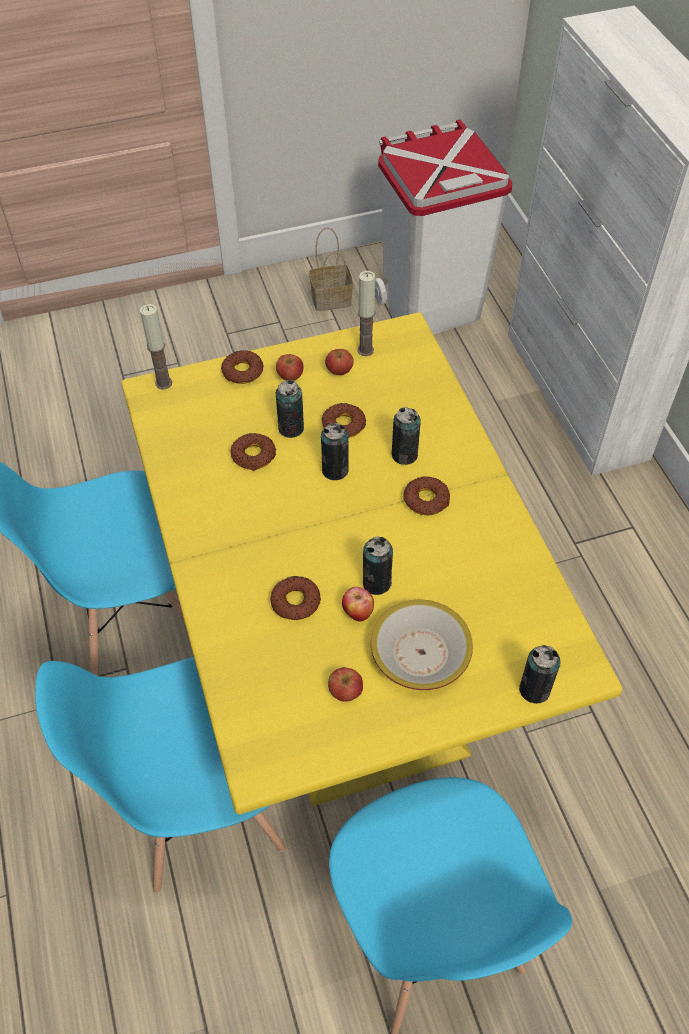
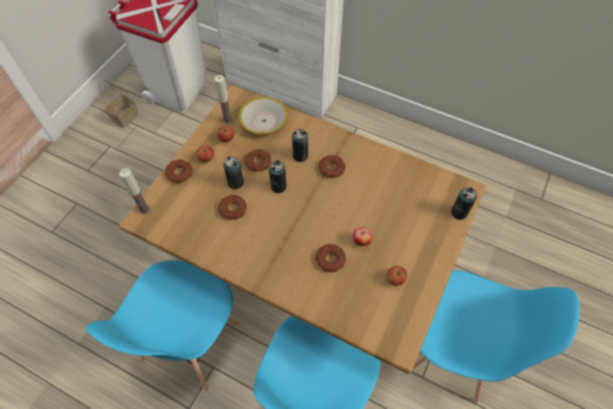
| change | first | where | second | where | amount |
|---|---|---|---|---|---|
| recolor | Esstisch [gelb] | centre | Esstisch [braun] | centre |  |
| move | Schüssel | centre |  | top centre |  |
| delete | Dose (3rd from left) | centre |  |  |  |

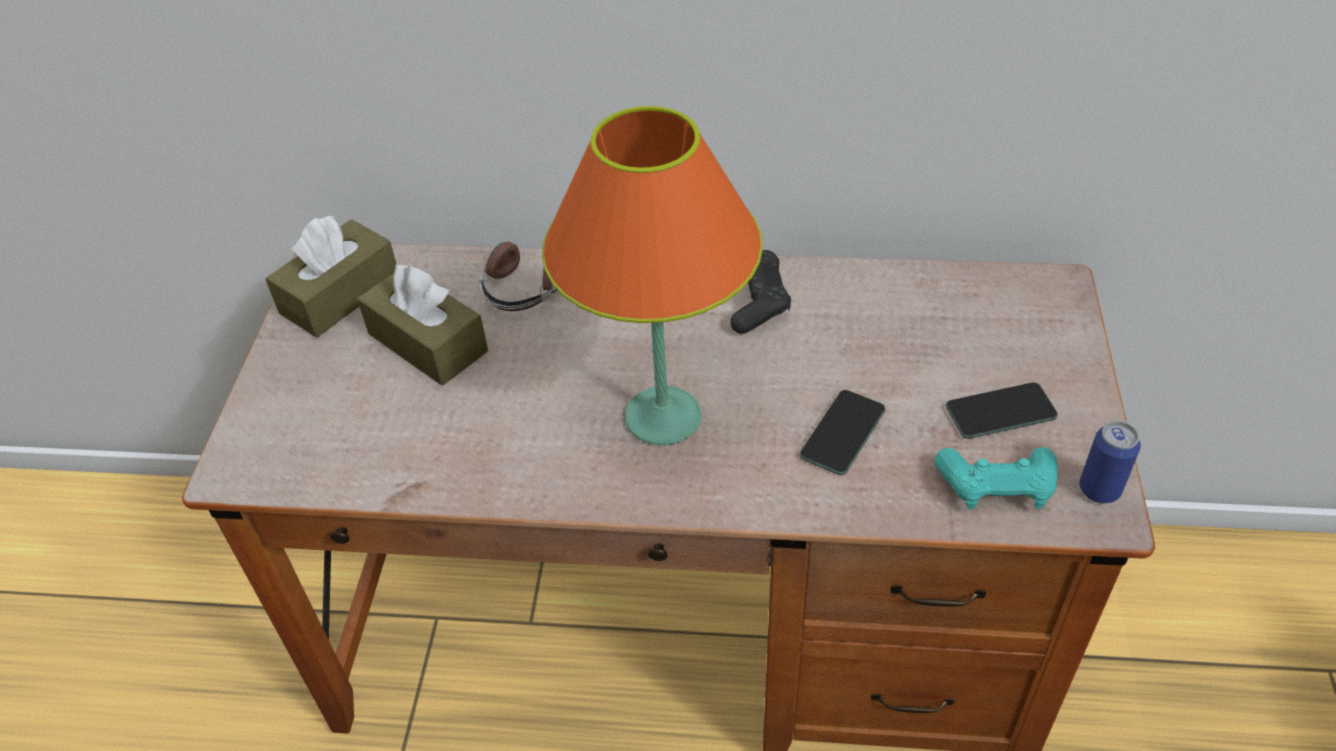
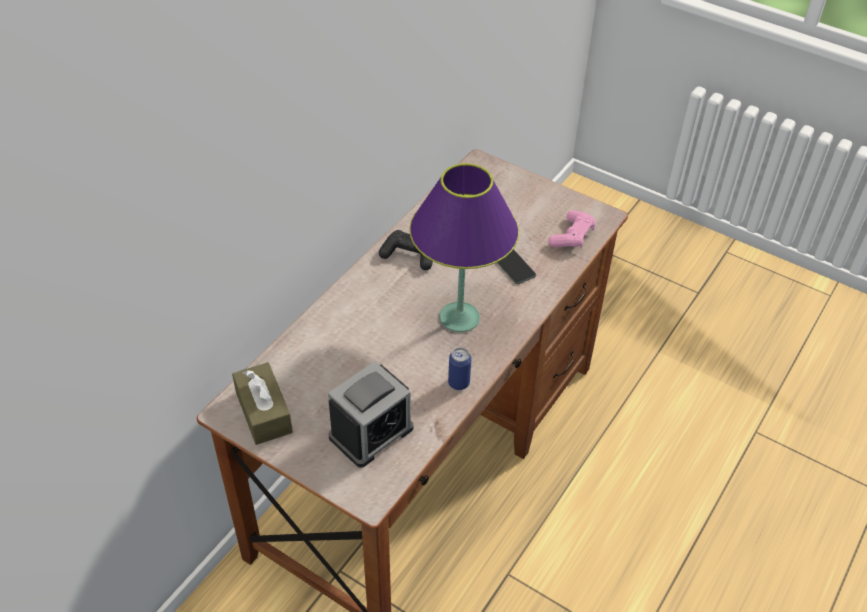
| change | first | where | second | where | amount |
|---|---|---|---|---|---|
| insert |  |  | Wecker | bottom centre |  |
| recolor | Tischlampe [orange] | centre | Tischlampe [lila] | centre |  |
| move | Dose | middle right |  | centre |  |
| recolor | Gamepad [türkis] | middle right | Gamepad [rosa] | centre |  |
| delete | Taschentuchbox [braun] (2nd from left) | middle left |  |  |  |
| delete | Kopfhörer | centre |  |  |  |
| delete | Handy (2nd from left) | middle right |  |  |  |

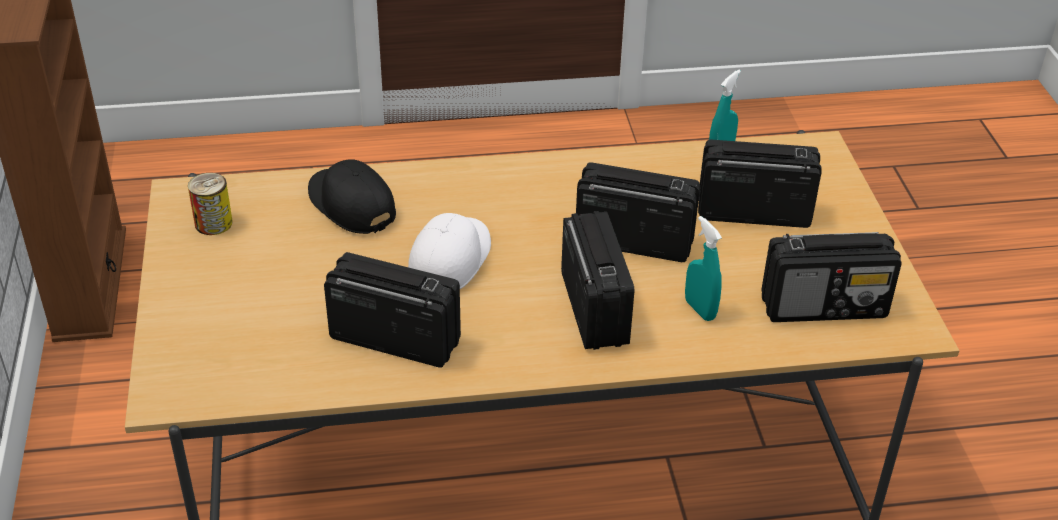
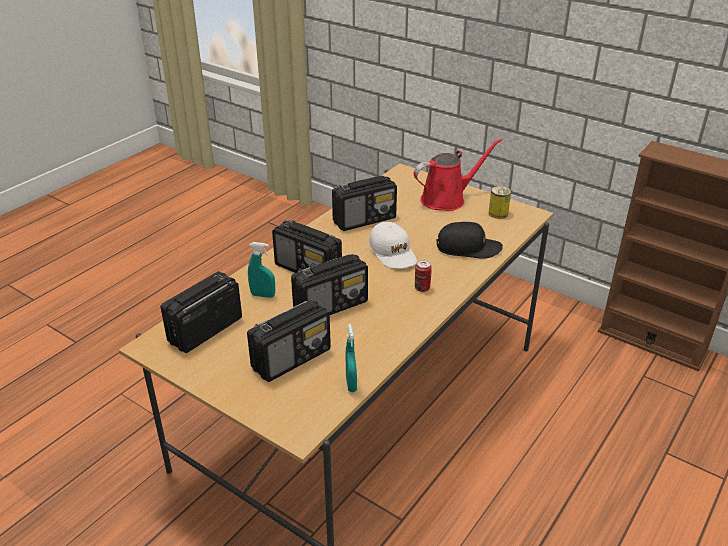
| change | first | where | second | where | amount |
|---|---|---|---|---|---|
| insert |  |  | Gießkanne [rot] | top centre |  |
| insert |  |  | Dose (1st from left) | centre |  |

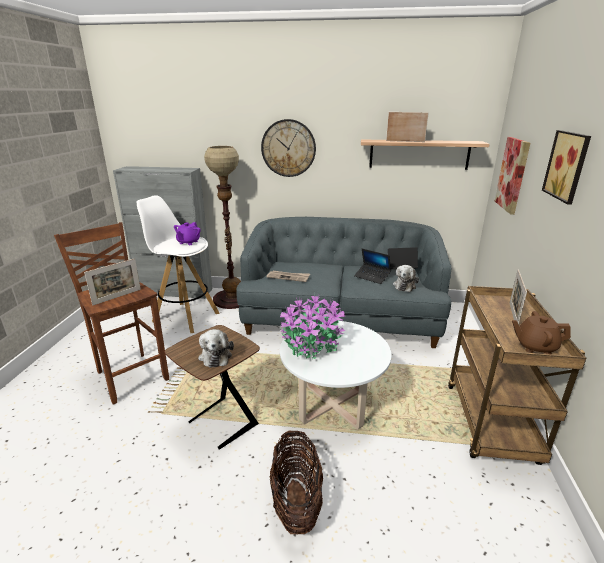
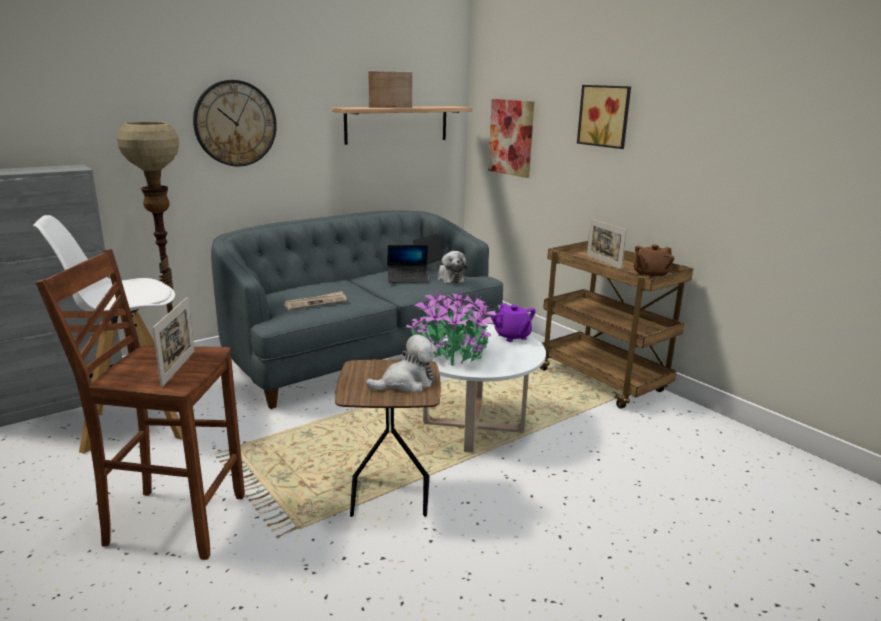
| change | first | where | second | where | amount |
|---|---|---|---|---|---|
| rotate | Plüschtier (1st from left) | centre |  | centre | 60 degrees counterclockwise |
| move | Teekanne [lila] | middle left |  | centre |  |
| delete | Korb | bottom centre |  |  |  |

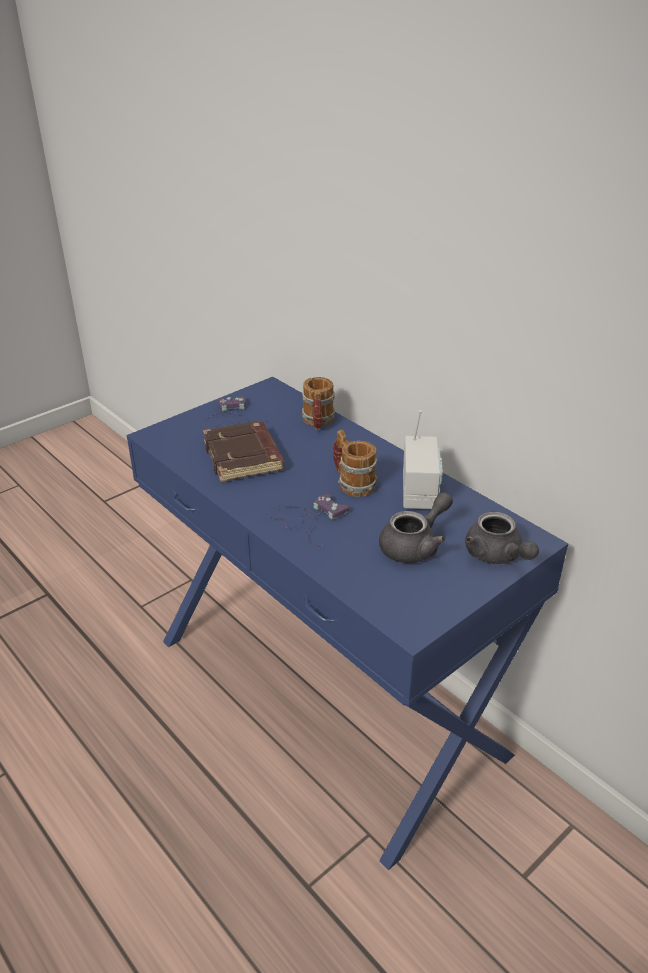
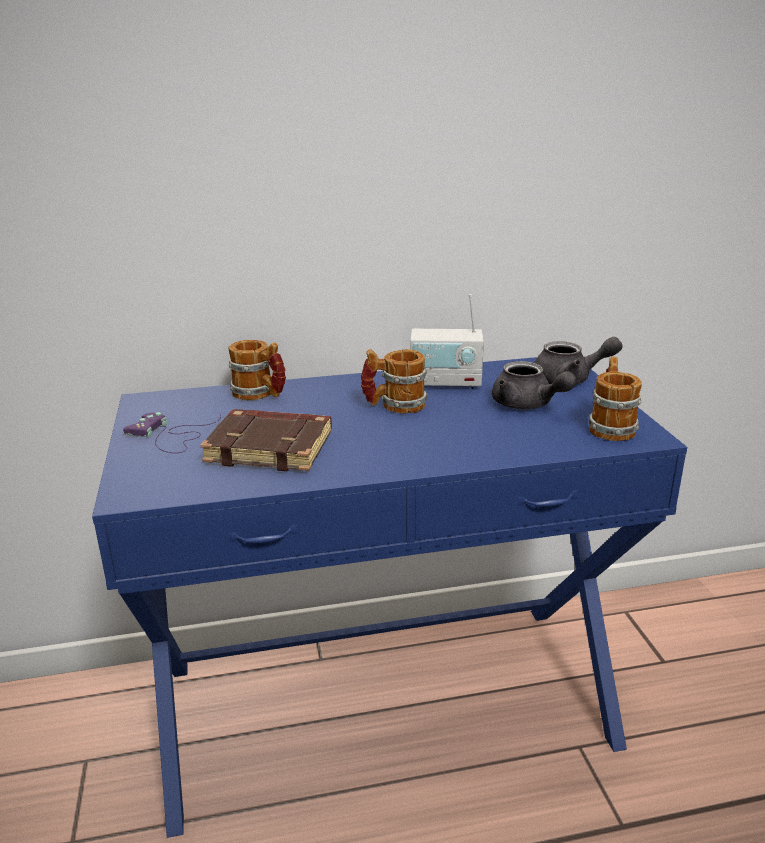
| change | first | where | second | where | amount |
|---|---|---|---|---|---|
| rotate | Radio | centre |  | centre | 150 degrees clockwise |
| rotate | Teekanne [grau] (1st from left) | centre |  | middle right | 150 degrees clockwise |
| insert |  |  | Henkelbecher (3rd from left) | middle right |  |
| delete | Gamepad [lila] (2nd from left) | centre |  |  |  |

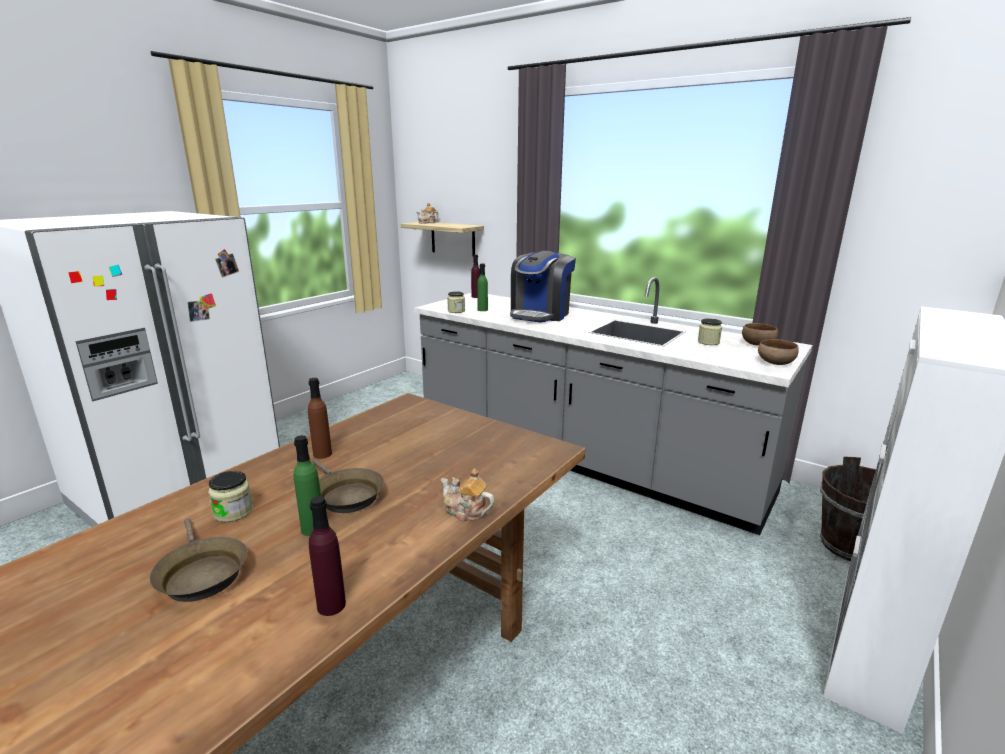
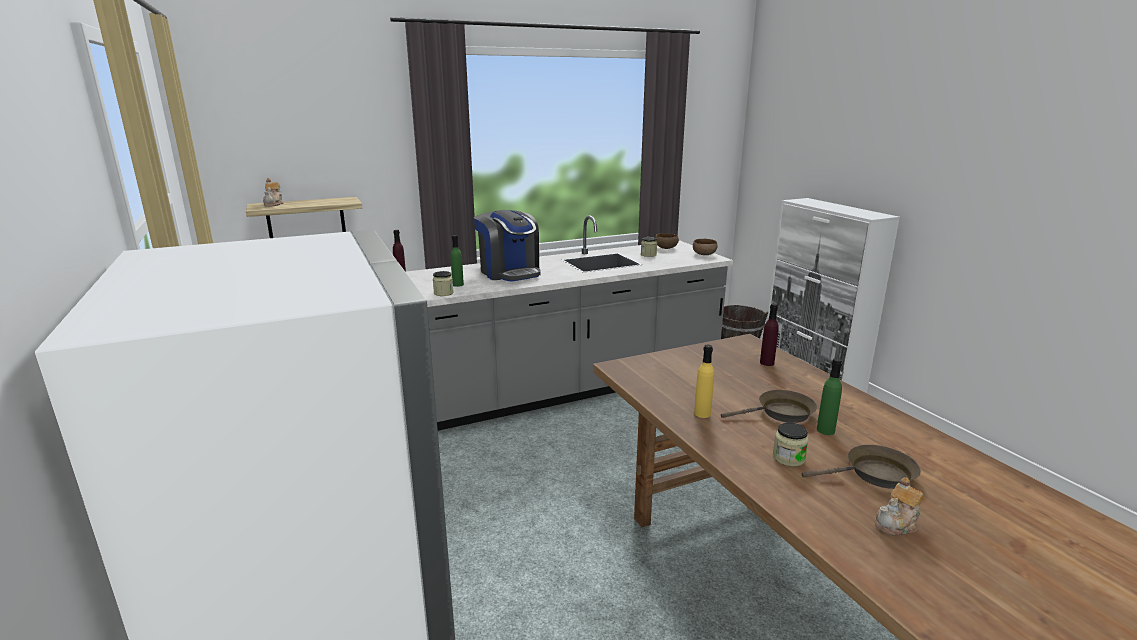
| change | first | where | second | where | amount |
|---|---|---|---|---|---|
| recolor | Flasche [braun] | middle left | Flasche [gelb] | centre |  |
| move | Flasche [lila] (1st from left in the first image) | bottom left | Flasche [lila] (2nd from left) | middle right |  |
| move | Teekanne (2nd from left) | centre |  | bottom right |  |

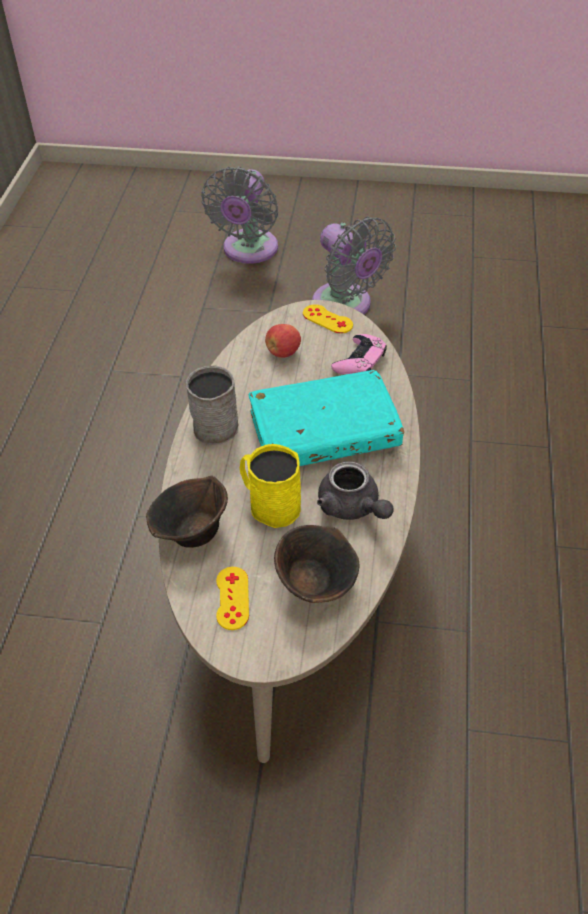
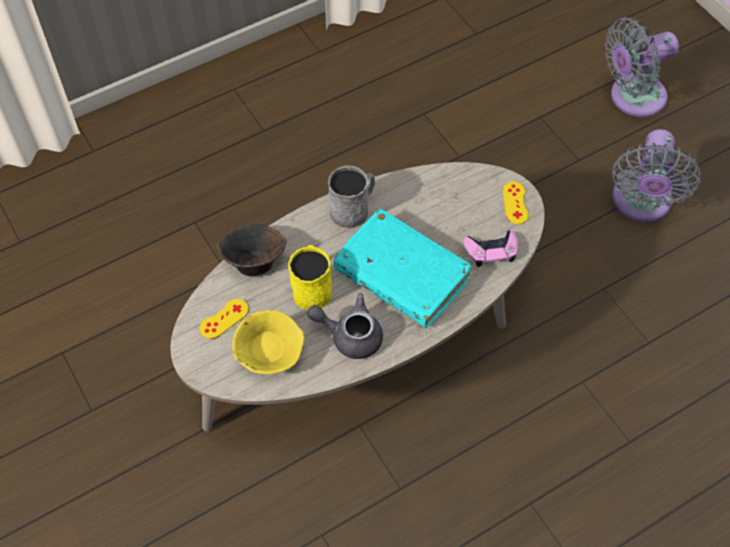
| change | first | where | second | where | amount |
|---|---|---|---|---|---|
| recolor | Schüssel [braun] (2nd from left) | centre | Schüssel [gelb] | centre |  |
| rotate | Teekanne [grau] | centre |  | centre | 90 degrees clockwise |
| delete | Apfel | centre |  |  |  |

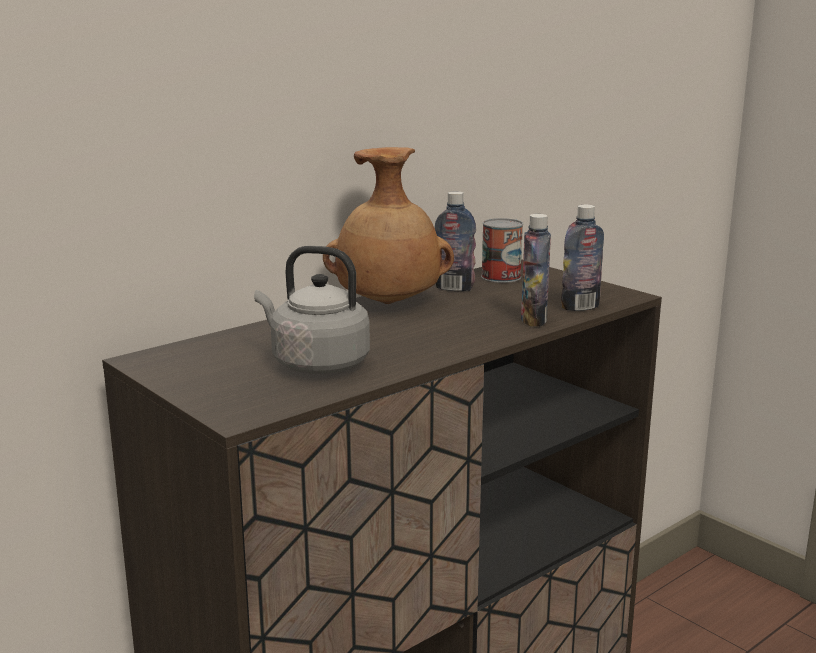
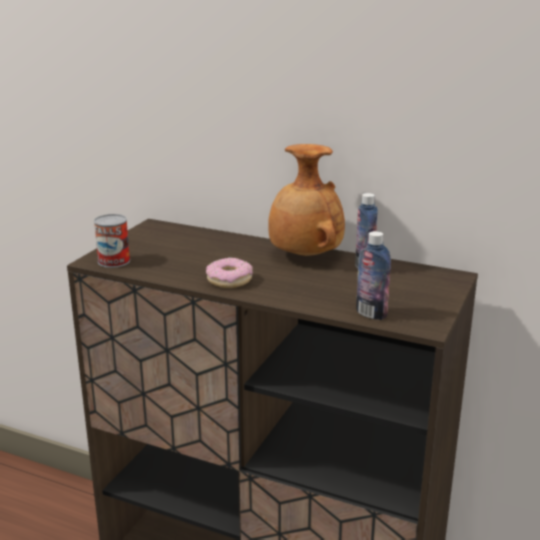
| change | first | where | second | where | amount |
|---|---|---|---|---|---|
| move | Dose | centre |  | middle left |  |
| insert |  |  | Donut | centre |  |
| delete | Wasserkessel [grau] | centre |  |  |  |
| delete | Flasche (2nd from left) | centre |  |  |  |

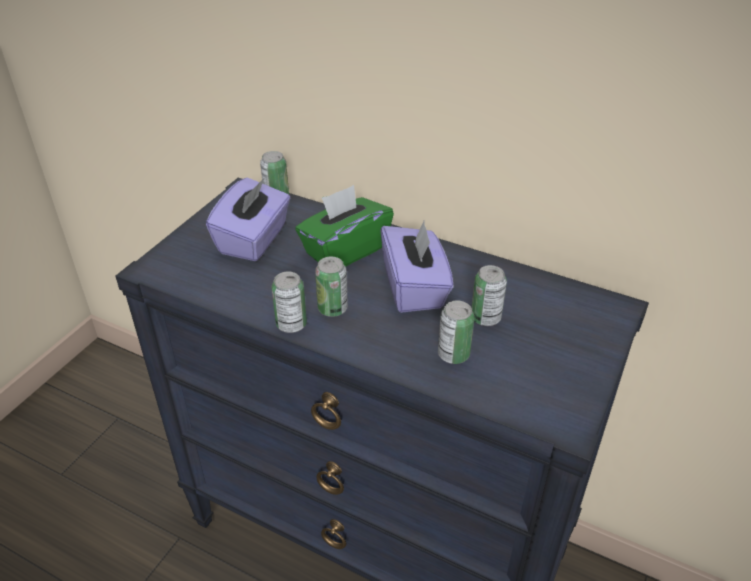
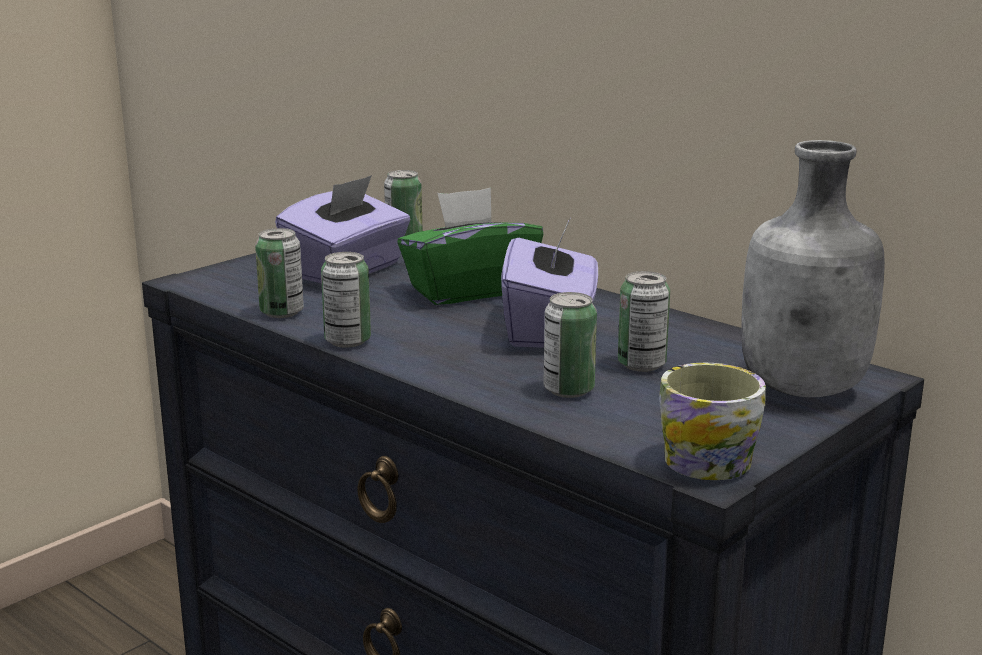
| change | first | where | second | where | amount |
|---|---|---|---|---|---|
| move | Dose (3rd from left in the first image) | centre | Dose (1st from left) | middle left |  |
| insert |  |  | Henkelbecher | middle right |  |
| insert |  |  | Flasche [grau] | middle right |  |

